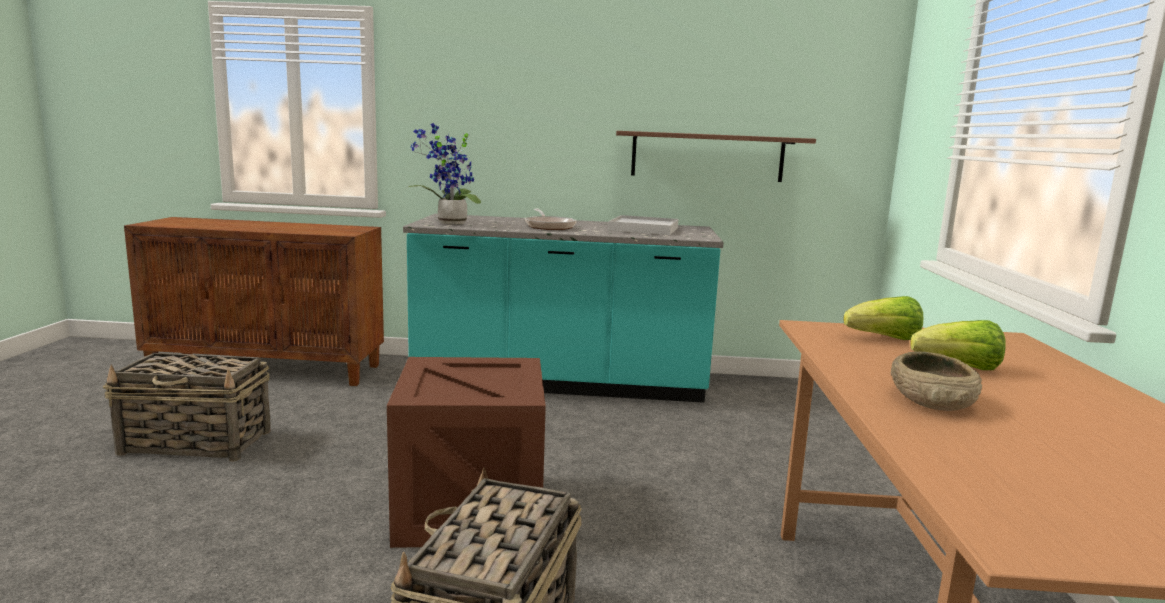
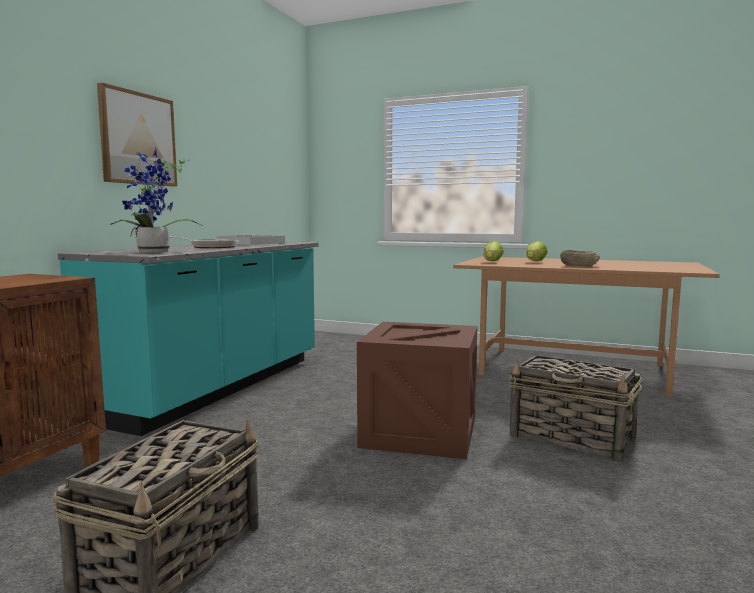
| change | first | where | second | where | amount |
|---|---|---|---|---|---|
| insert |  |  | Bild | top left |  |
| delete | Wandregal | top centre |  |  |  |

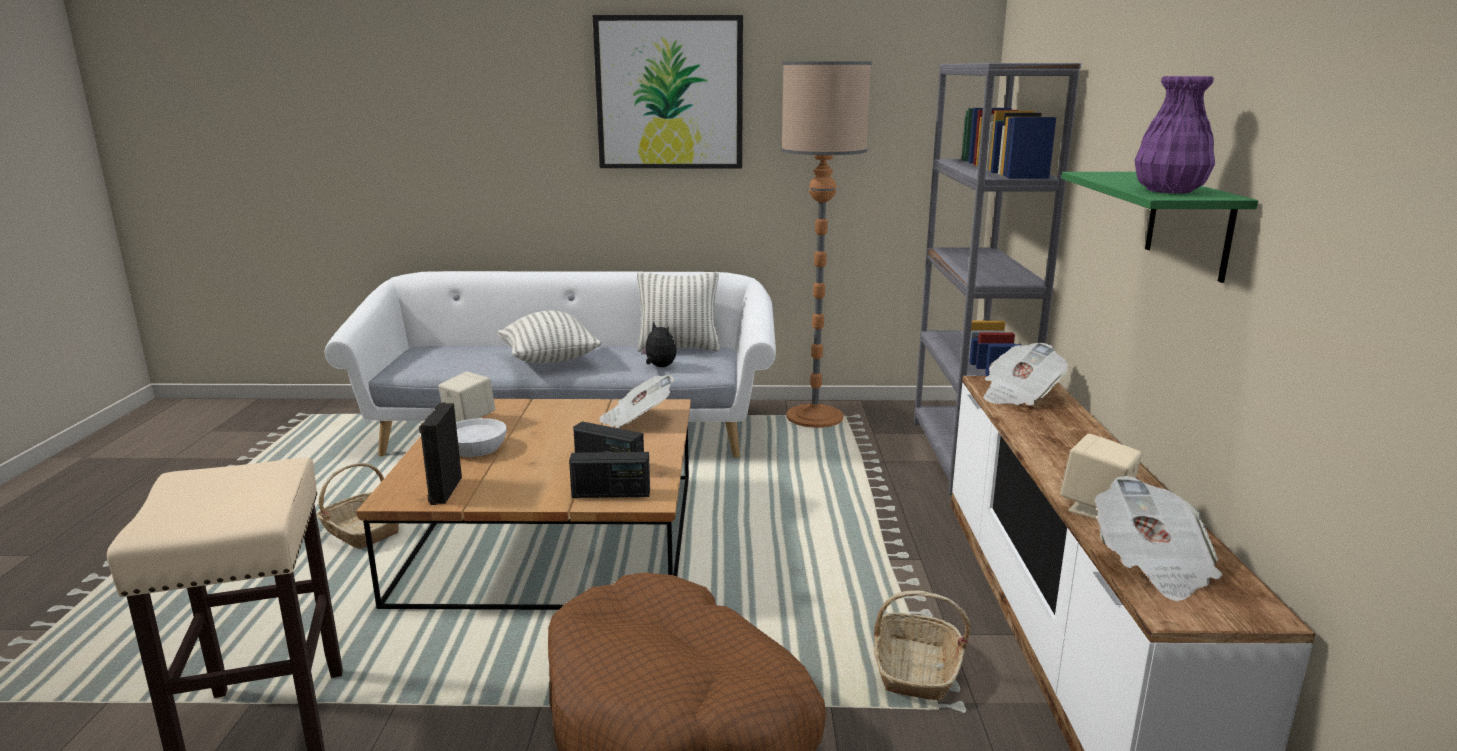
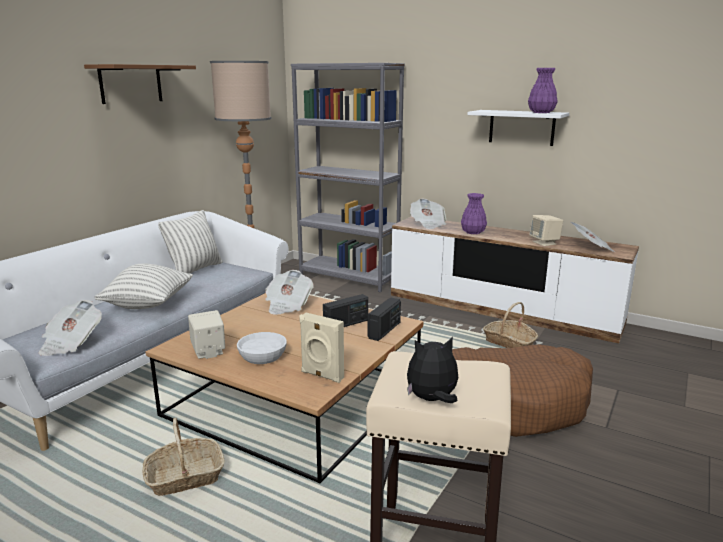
| change | first | where | second | where | amount |
|---|---|---|---|---|---|
| insert |  |  | Zeitung (1st from left) | middle left |  |
| replace | Bild | top centre | Wandregal [braun] | top left |  |
| recolor | Lautsprecher [schwarz] | middle left | Lautsprecher [beige] (2nd from left) | centre |  |
| move | Plüschtier | centre |  | bottom centre |  |
| insert |  |  | Vase [lila] (1st from left) | centre |  |
| recolor | Wandregal [grün] | top right | Wandregal [weiß] | top right |  |

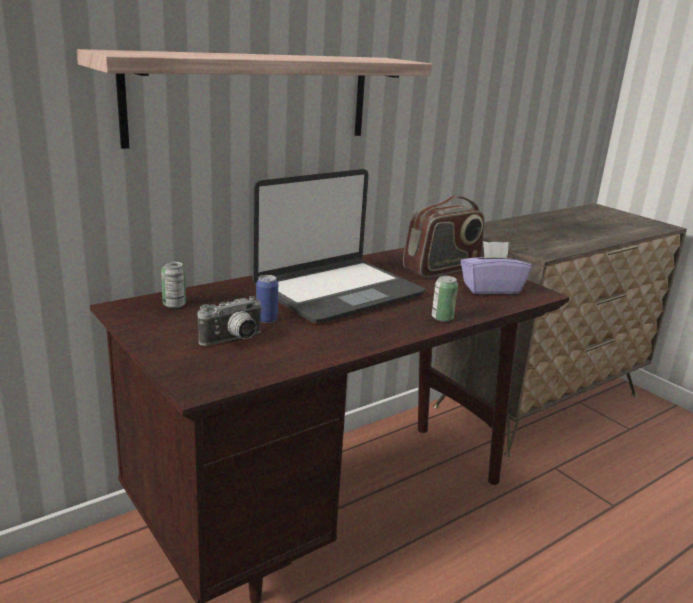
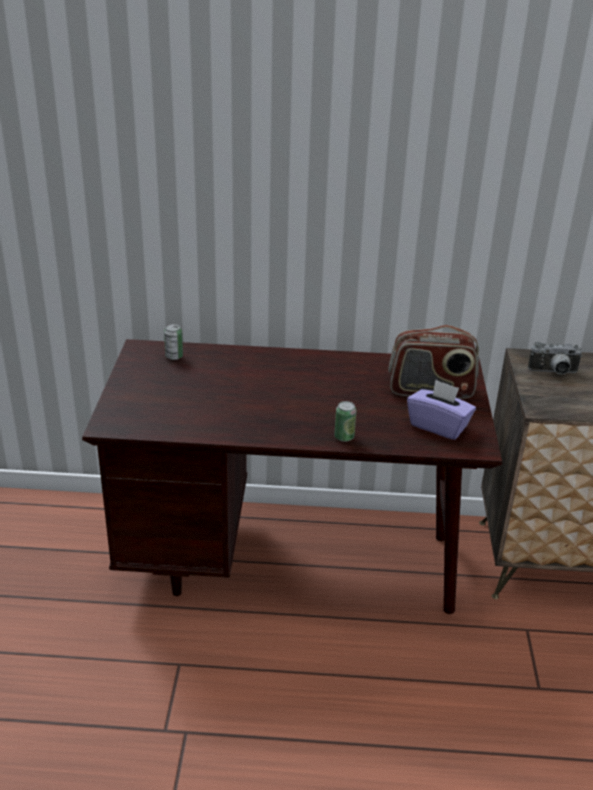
| change | first | where | second | where | amount |
|---|---|---|---|---|---|
| move | Kamera | middle left |  | middle right |  |
| delete | Wandregal | top centre |  |  |  |
| delete | Laptop | centre |  |  |  |
| delete | Dose (2nd from left) | centre |  |  |  |

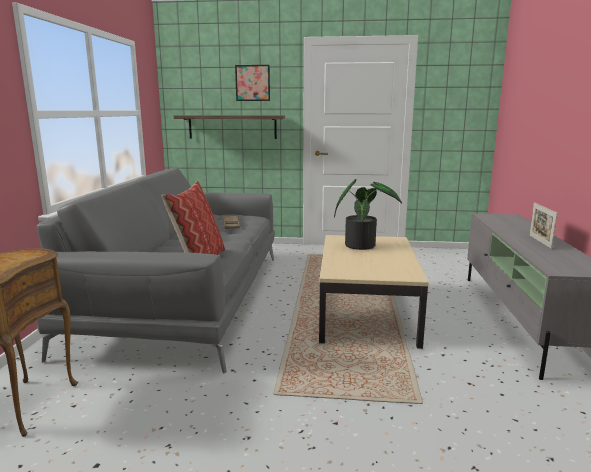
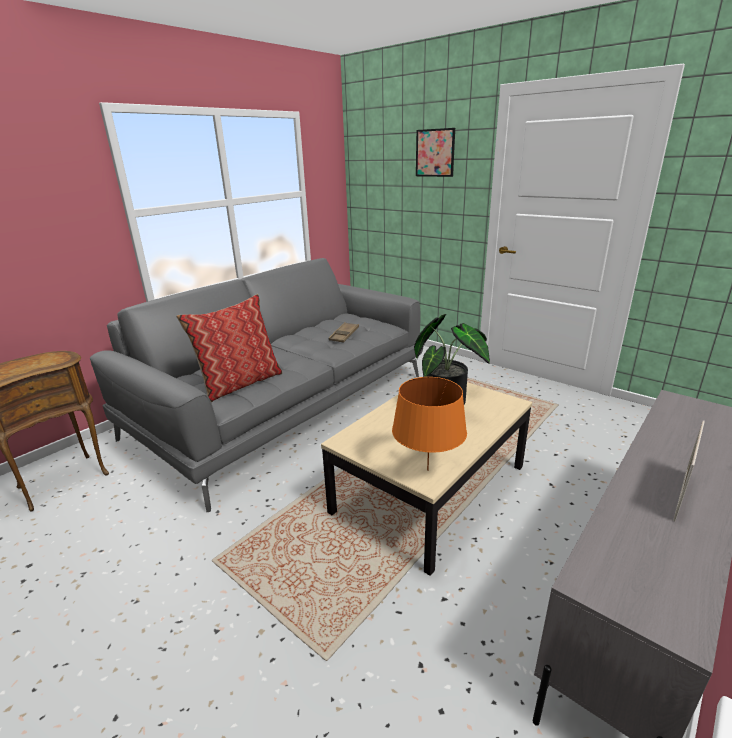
| change | first | where | second | where | amount |
|---|---|---|---|---|---|
| insert |  |  | Tischlampe [orange] | centre |  |
| delete | Wandregal | top centre |  |  |  |

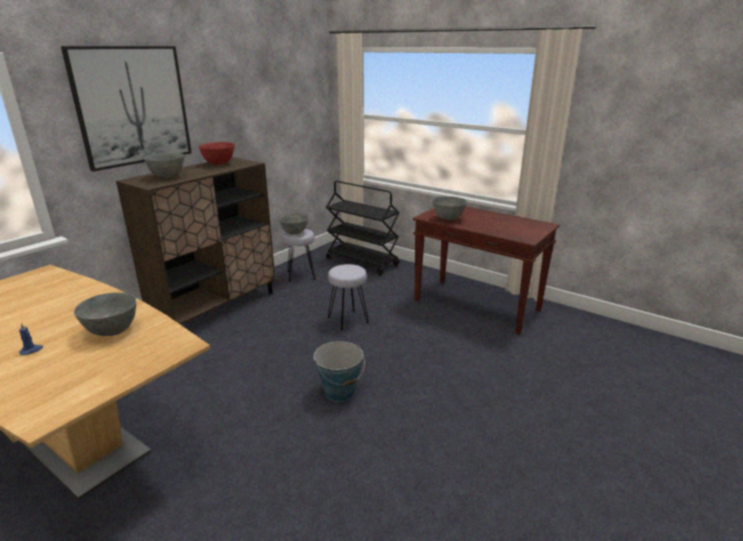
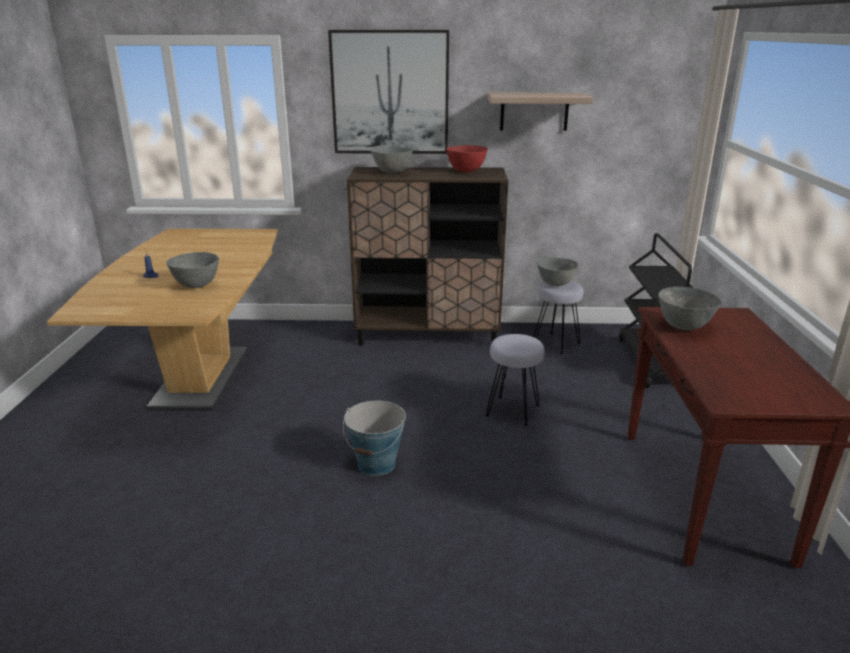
| change | first | where | second | where | amount |
|---|---|---|---|---|---|
| insert |  |  | Wandregal | top centre |  |

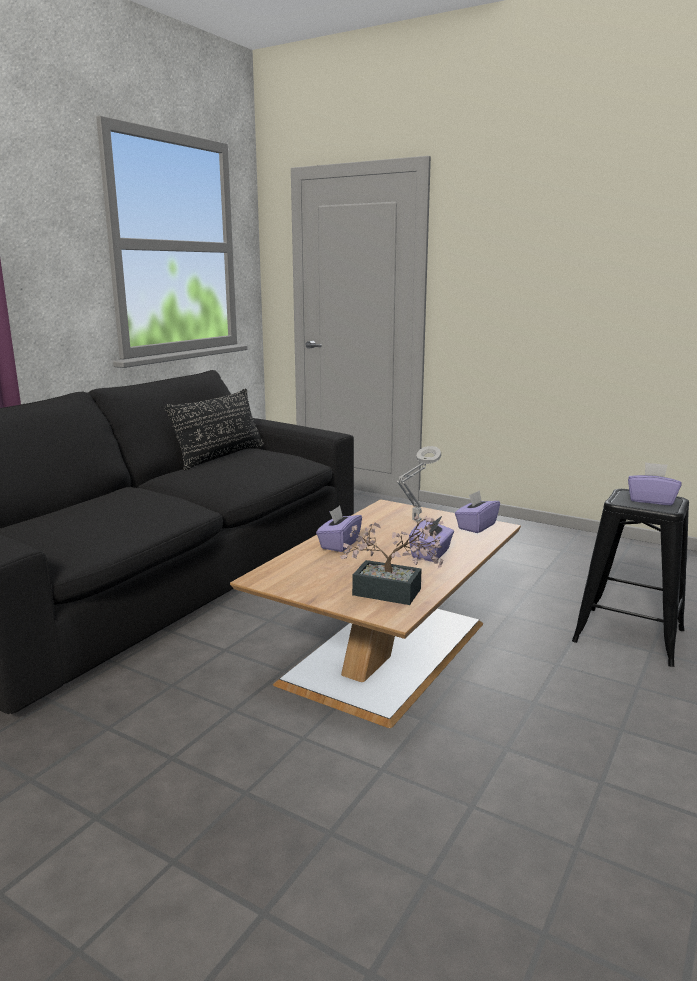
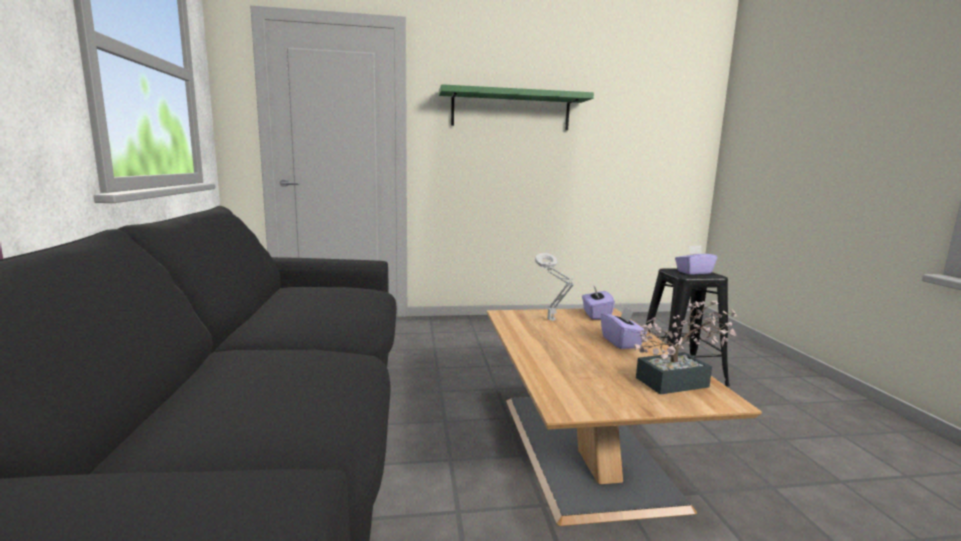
| change | first | where | second | where | amount |
|---|---|---|---|---|---|
| insert |  |  | Wandregal [grün] | top centre |  |
| delete | Kissen [schwarz] | middle left |  |  |  |
| delete | Taschentuchbox [lila] (1st from left) | centre |  |  |  |

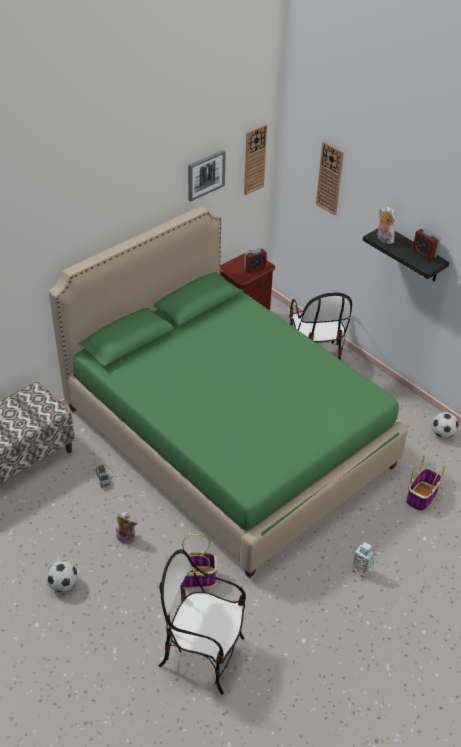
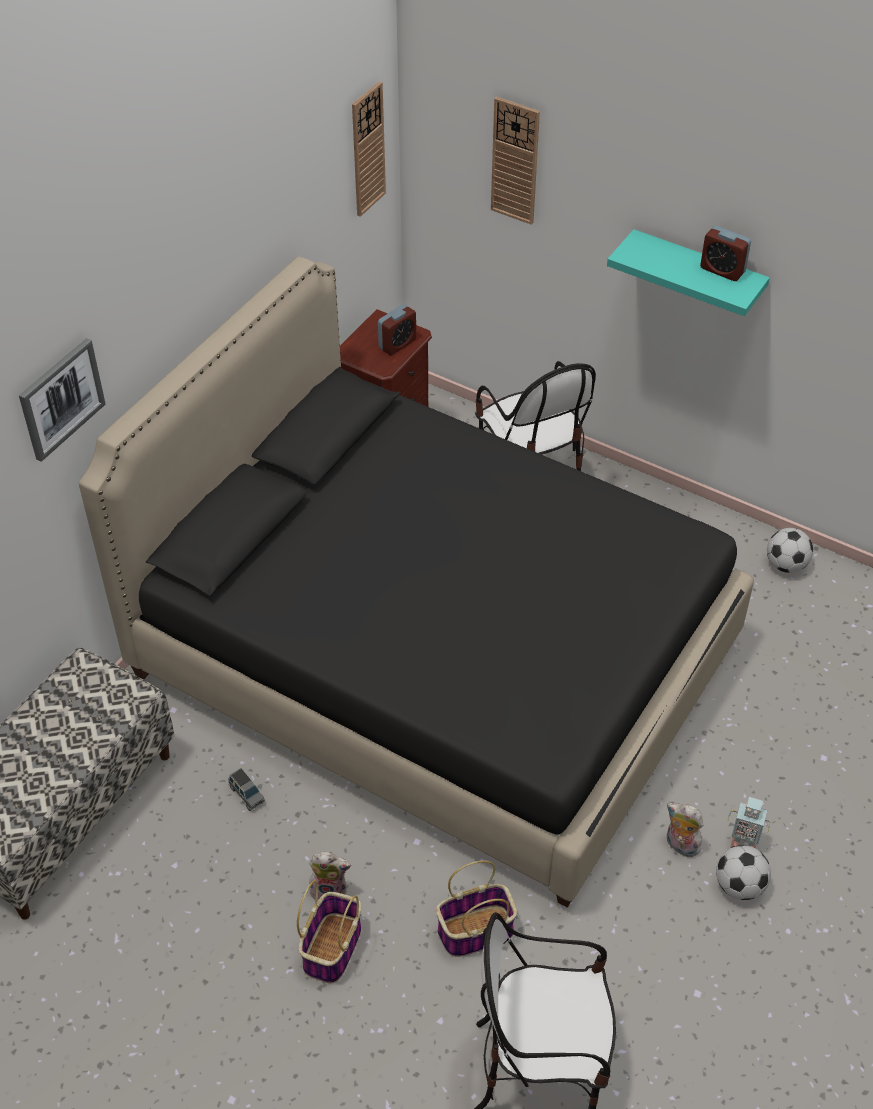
| change | first | where | second | where | amount |
|---|---|---|---|---|---|
| move | Bild | top centre |  | middle left |  |
| recolor | Bett [grün] | centre | Bett [schwarz] | centre |  |
| move | Korb (2nd from left in the first image) | middle right | Korb (1st from left) | bottom centre |  |
| recolor | Wandregal [schwarz] | middle right | Wandregal [türkis] | top right |  |
| move | Plüschtier (2nd from left) | top right |  | bottom right |  |
| move | Fußball (1st from left) | bottom left |  | bottom right |  |

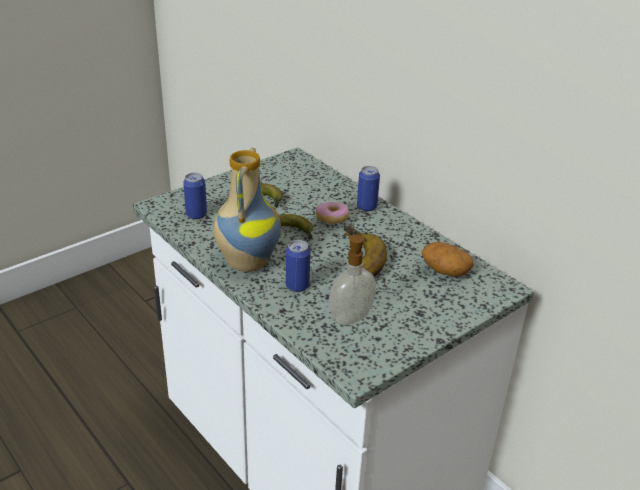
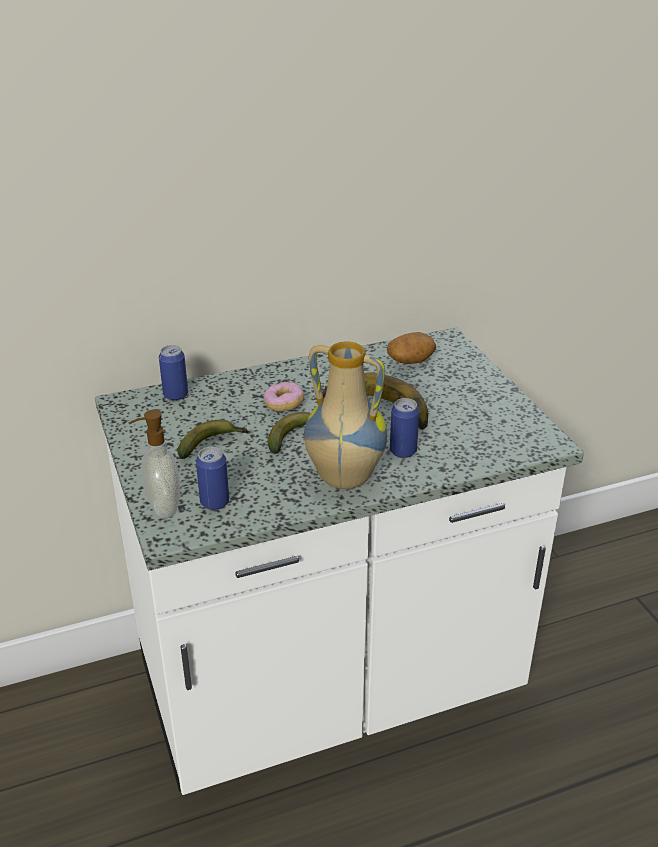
| change | first | where | second | where | amount |
|---|---|---|---|---|---|
| move | Seifenspender | centre |  | middle left |  |
| move | Dose (3rd from left in the first image) | centre | Dose (1st from left) | middle left |  |

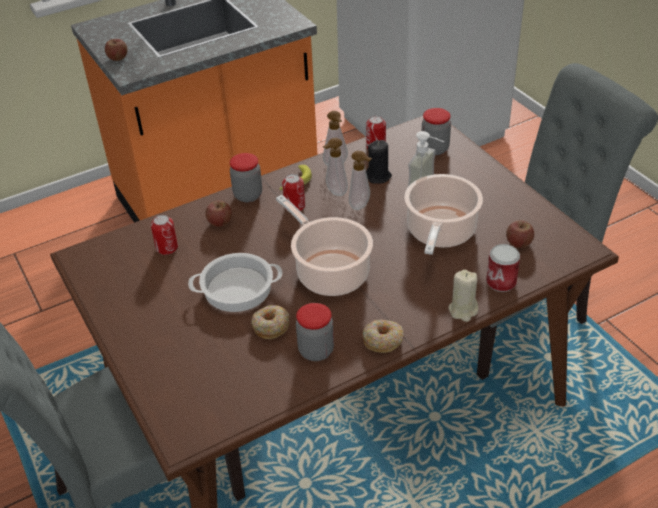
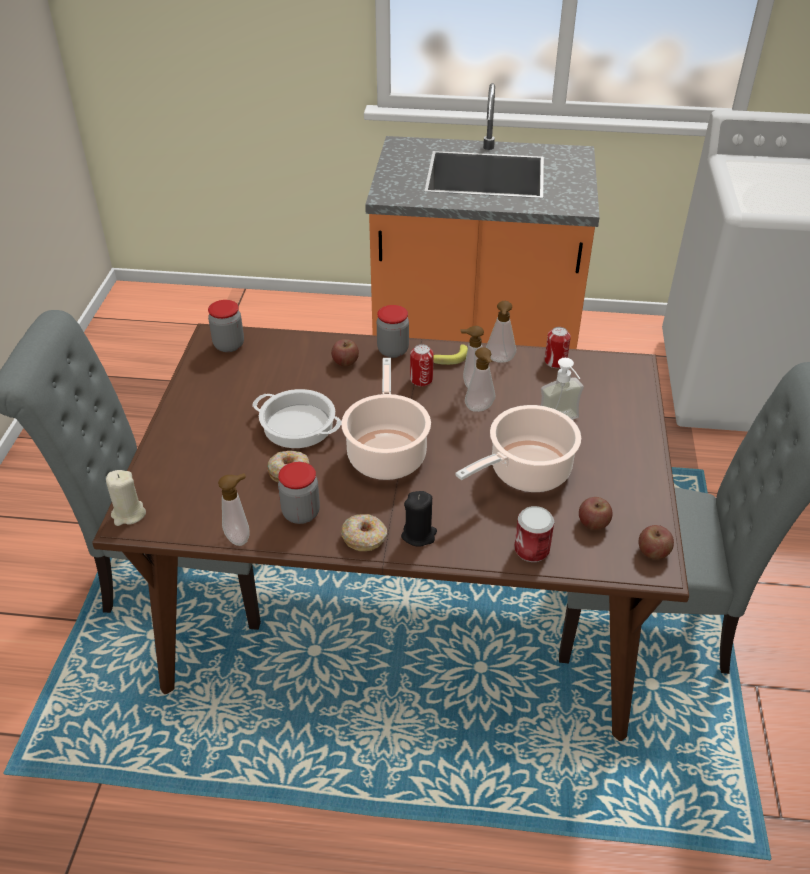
| change | first | where | second | where | amount |
|---|---|---|---|---|---|
| move | Kerze [beige] | middle right |  | middle left |  |
| move | Vorratsglas (3rd from left in the first image) | top centre | Vorratsglas (1st from left) | middle left |  |
| insert |  |  | Seifenspender (1st from left) | middle left |  |
| move | Kerze [schwarz] | top centre |  | centre |  |
| move | Apfel (1st from left in the first image) | top left | Apfel (3rd from left) | middle right |  |
| delete | Dose (1st from left) | middle left |  |  |  |

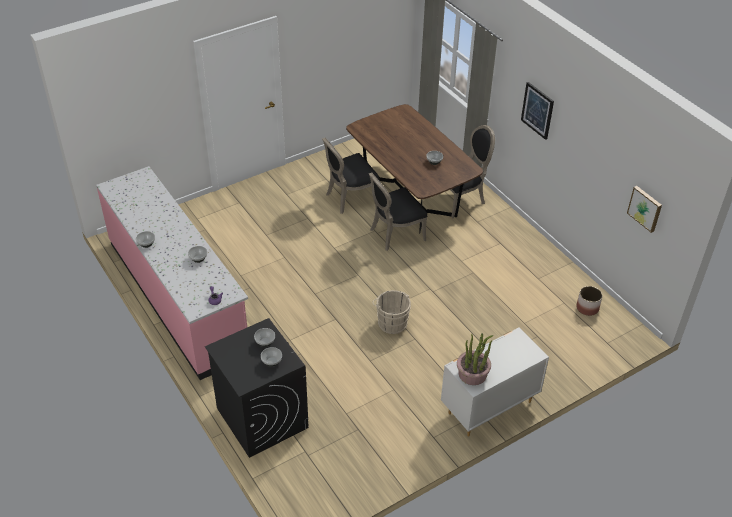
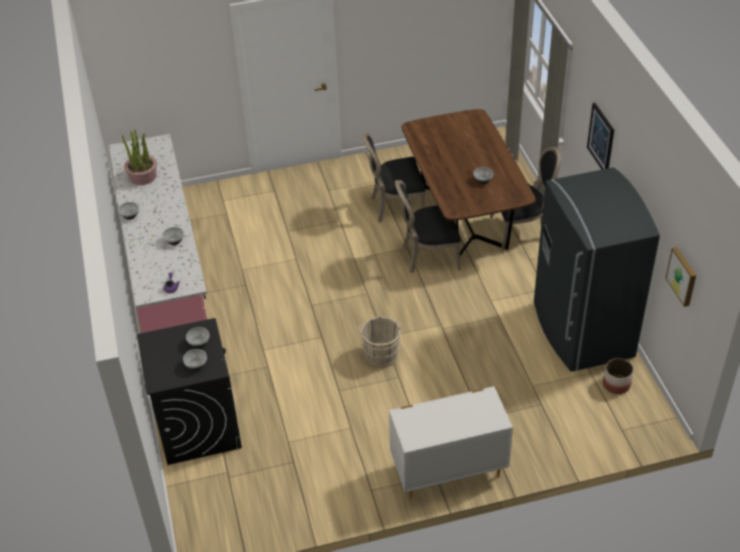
| change | first | where | second | where | amount |
|---|---|---|---|---|---|
| move | Topfpflanze | bottom centre |  | top left |  |
| insert |  |  | Kühlschrank [grau] | middle right |  |

